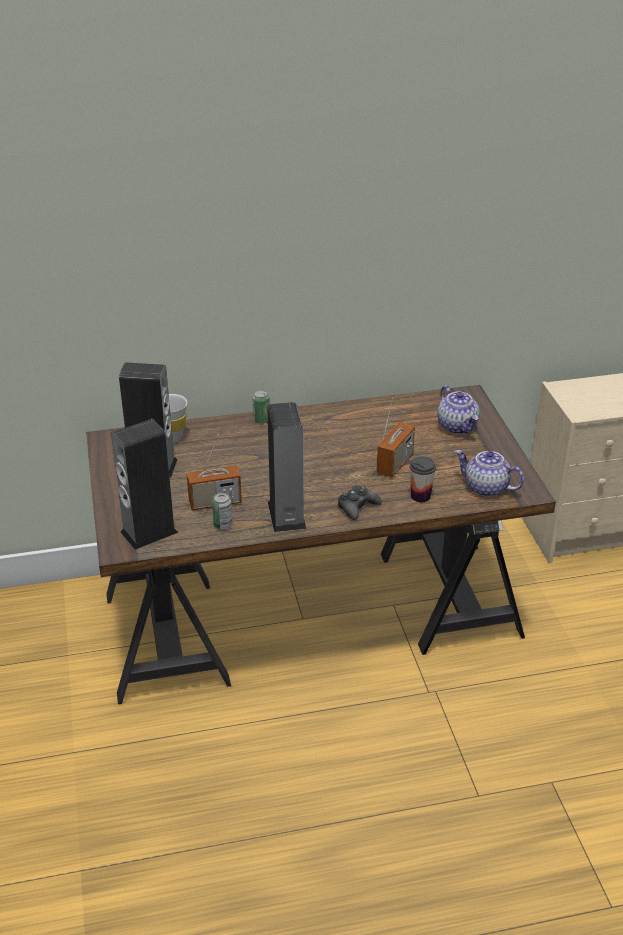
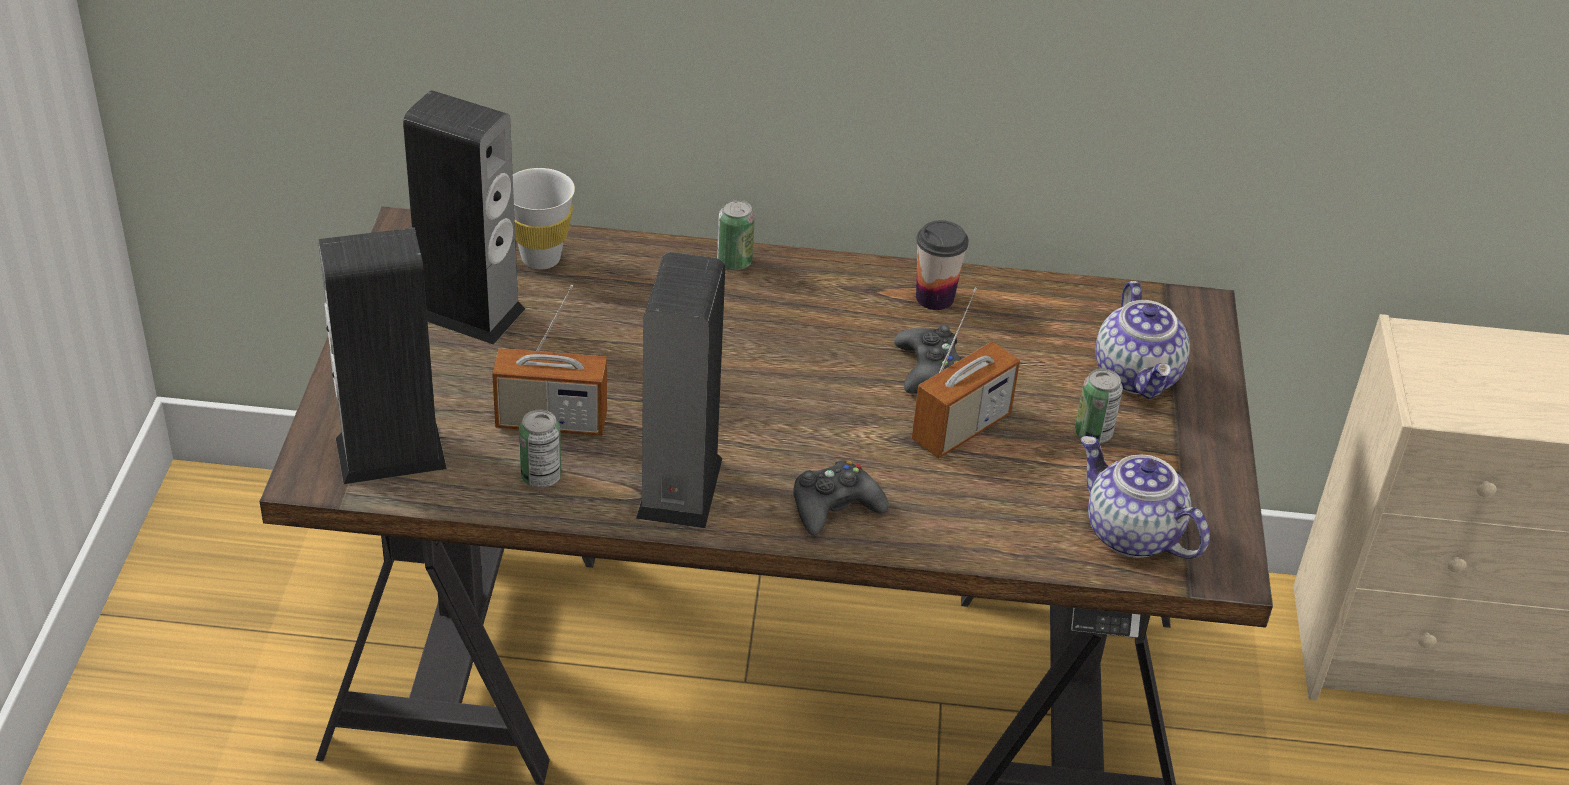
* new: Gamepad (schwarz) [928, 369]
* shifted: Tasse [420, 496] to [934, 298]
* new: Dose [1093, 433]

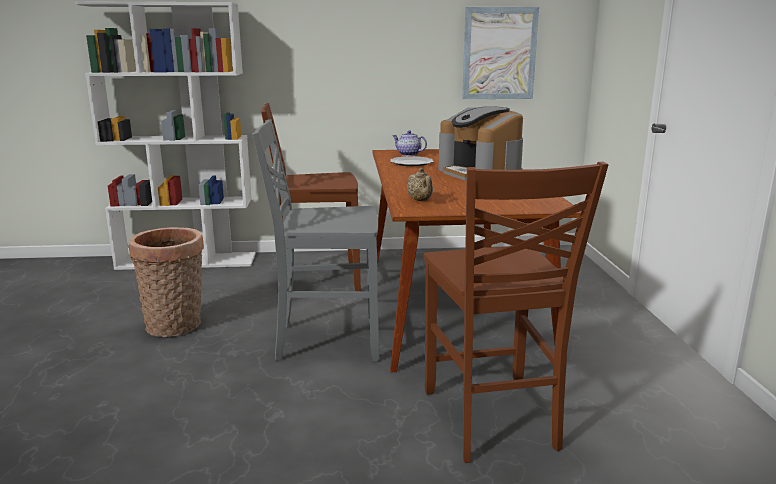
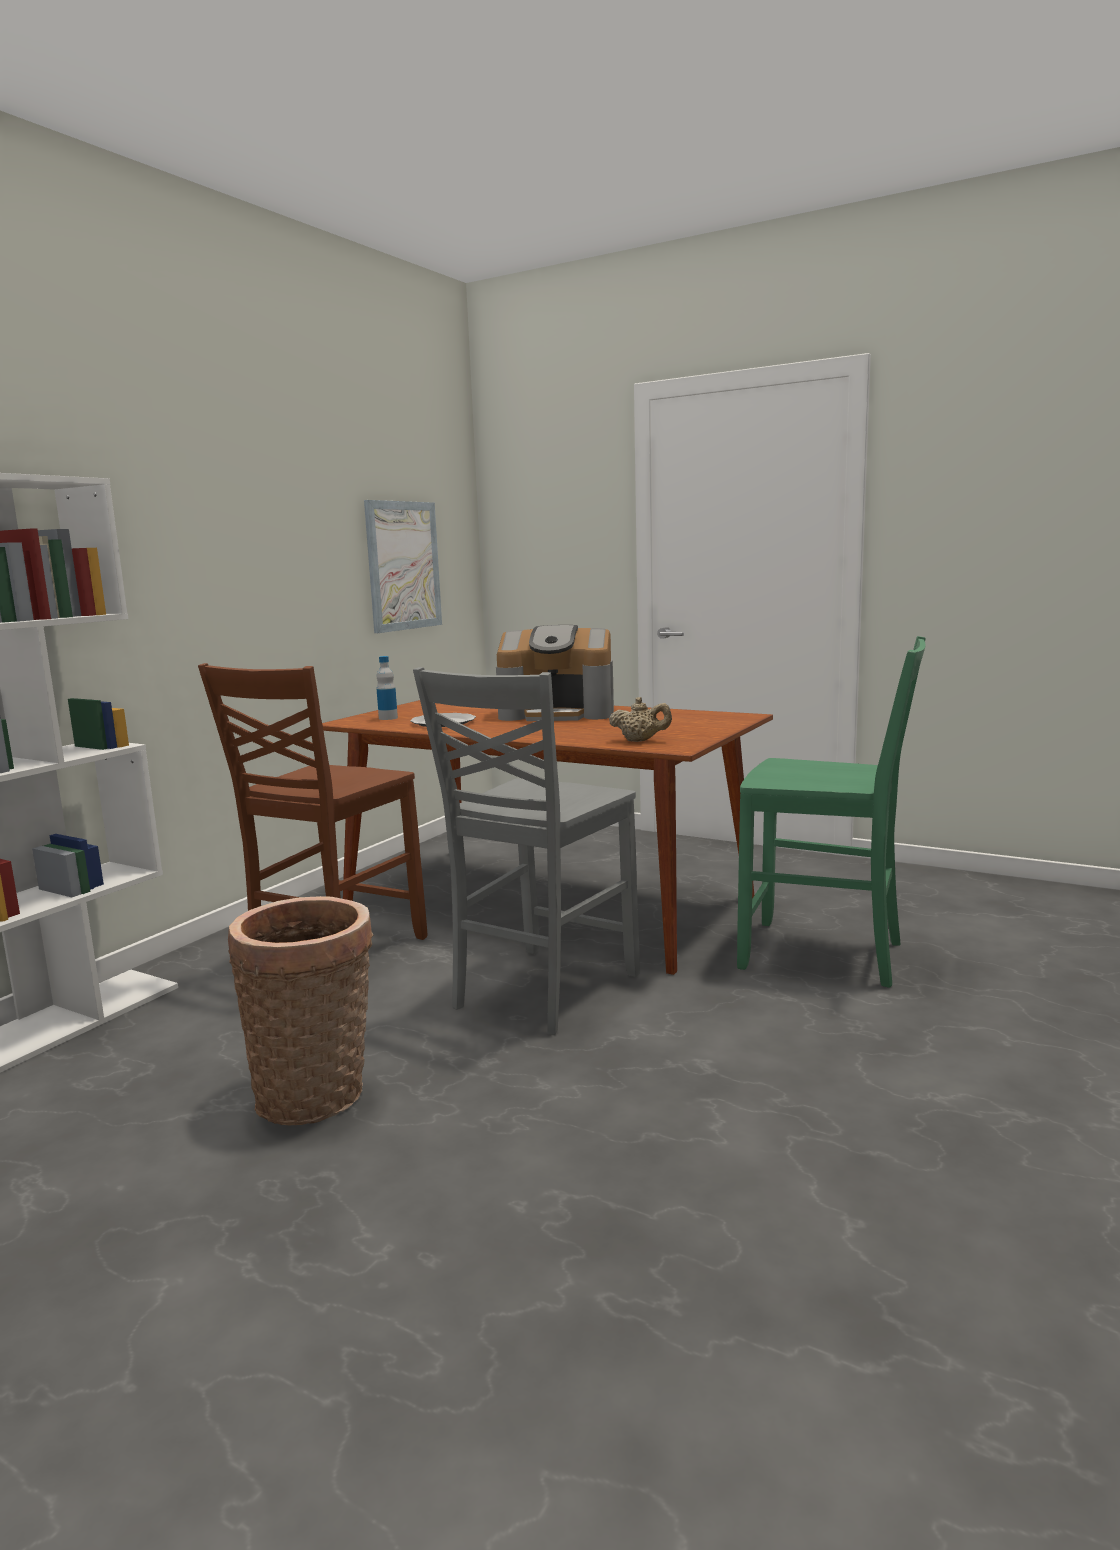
* swapped: Teekanne [408, 154] to Flasche [388, 718]
* repainted: Stuhl (braun) [491, 420] to Stuhl (grün) [824, 955]

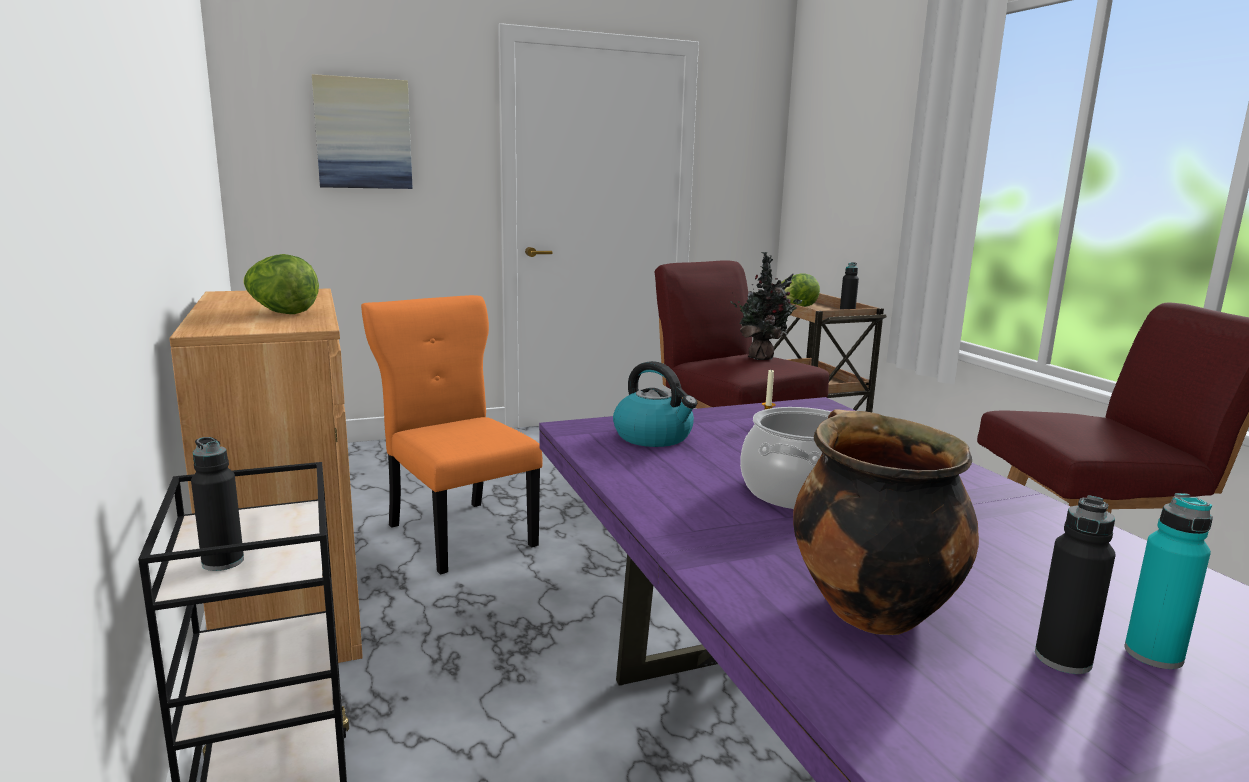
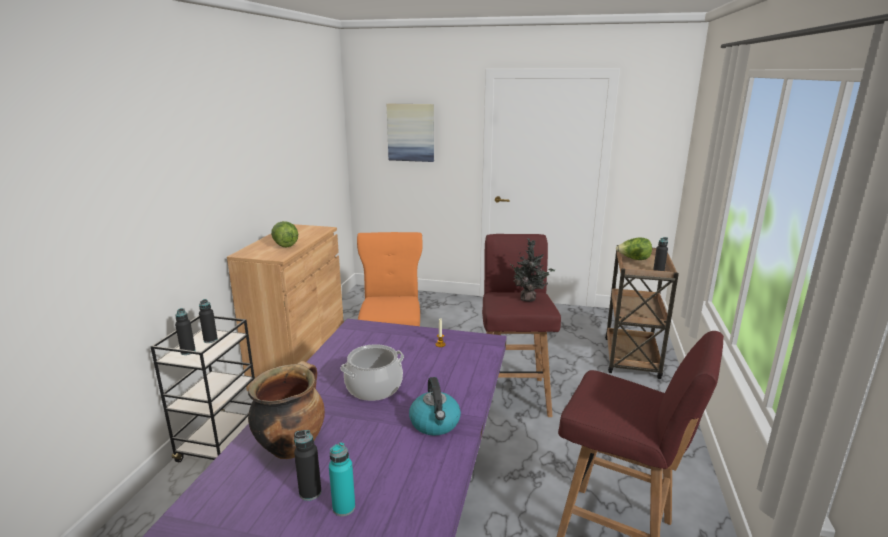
* new: Flasche (schwarz) [210, 340]
* shifted: Wasserkessel [654, 437] to [435, 423]

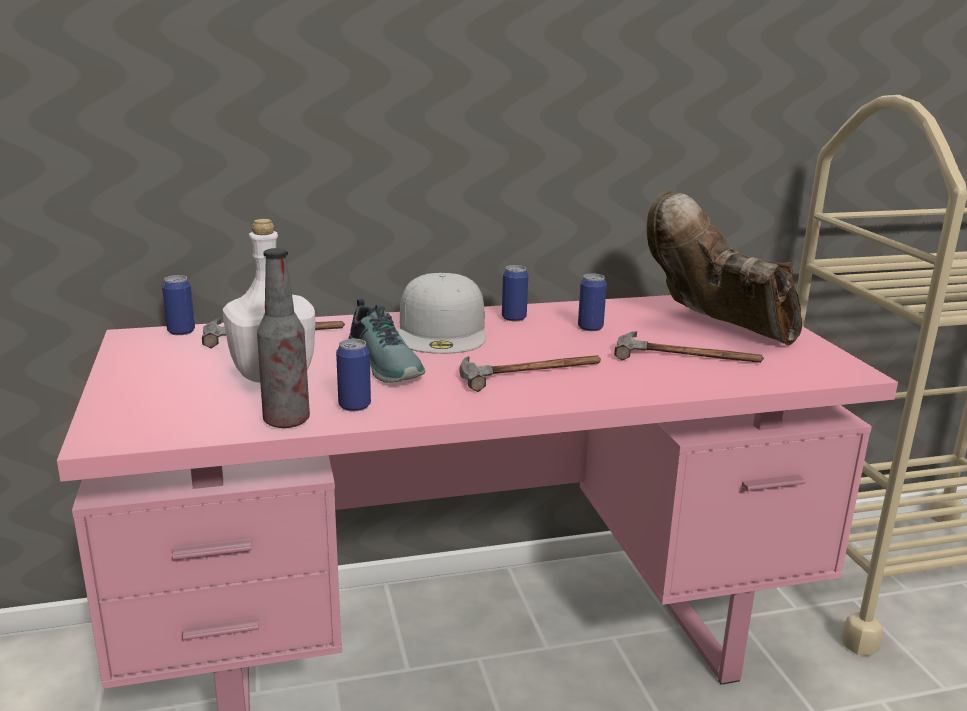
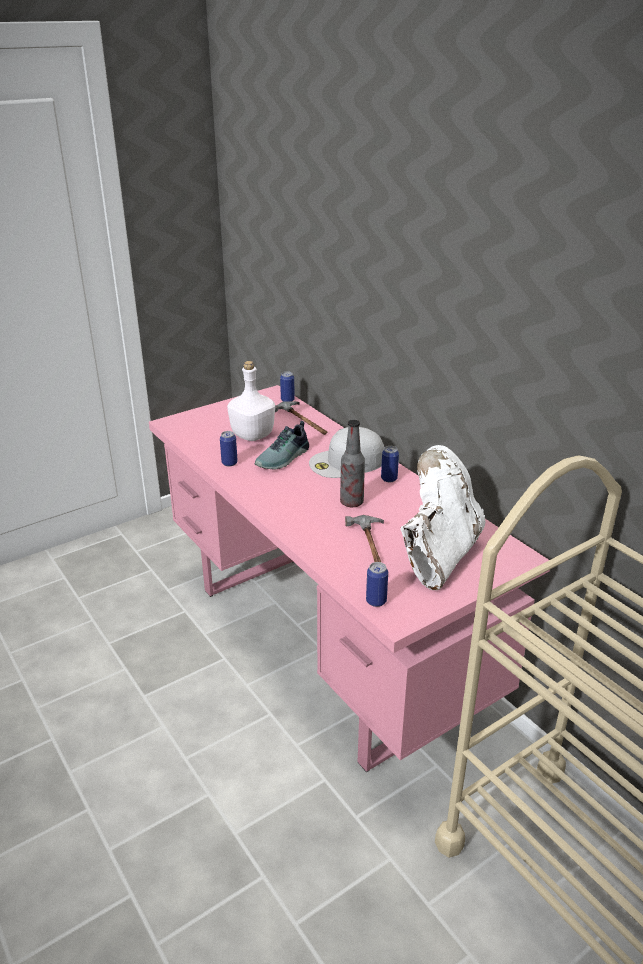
* shifted: Flasche [286, 421] to [351, 502]
* shifted: Dose [590, 328] to [376, 601]
* repainted: Stiefel (braun) [716, 329] to Stiefel (weiß) [438, 555]
* gone: Hammer [531, 372]

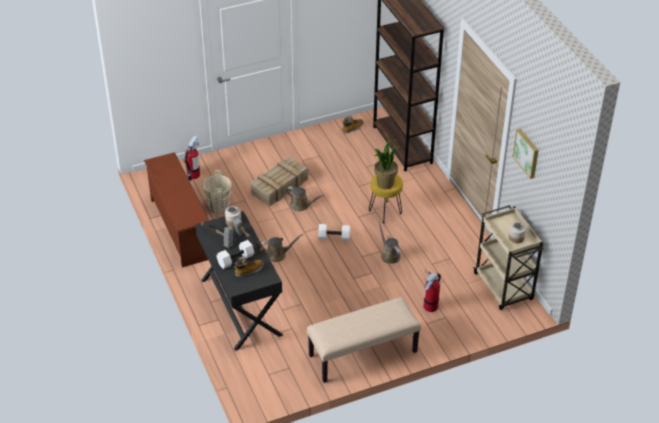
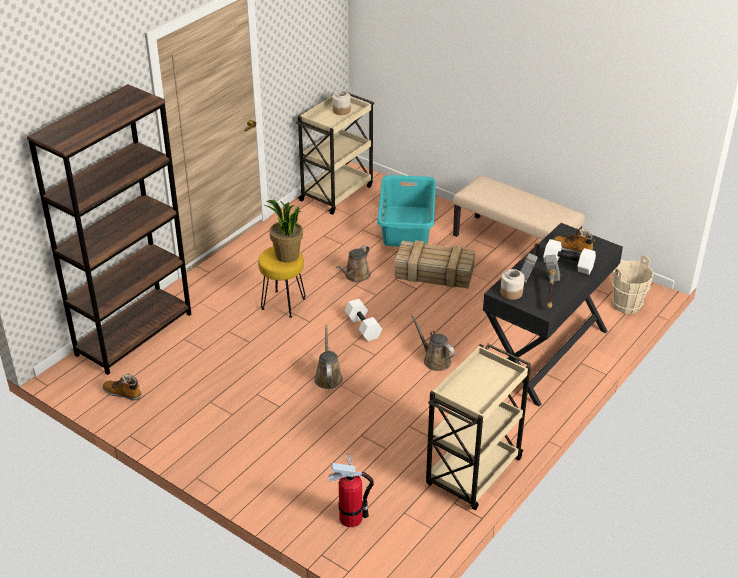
* swapped: Feuerlöscher [430, 306] to Wäschekorb (türkis) [407, 226]
* shifted: Kiste [280, 186] to [433, 272]
* swapped: Schuhregal (braun) [179, 229] to Rollwagen (beige) [473, 473]
* shifted: Eimer (beige) [218, 206] to [627, 305]
* gone: Bild [527, 153]

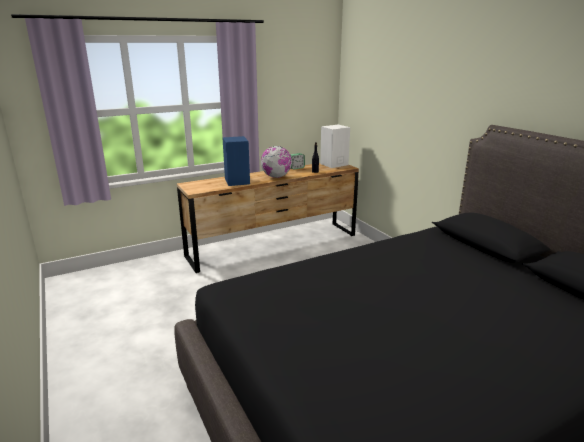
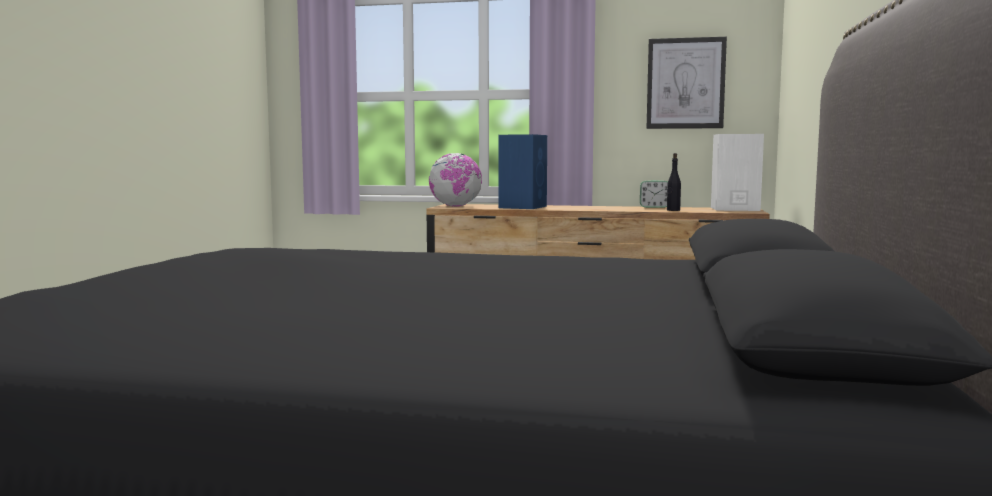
* shifted: Globus [276, 177] to [455, 206]
* new: Bild [685, 83]

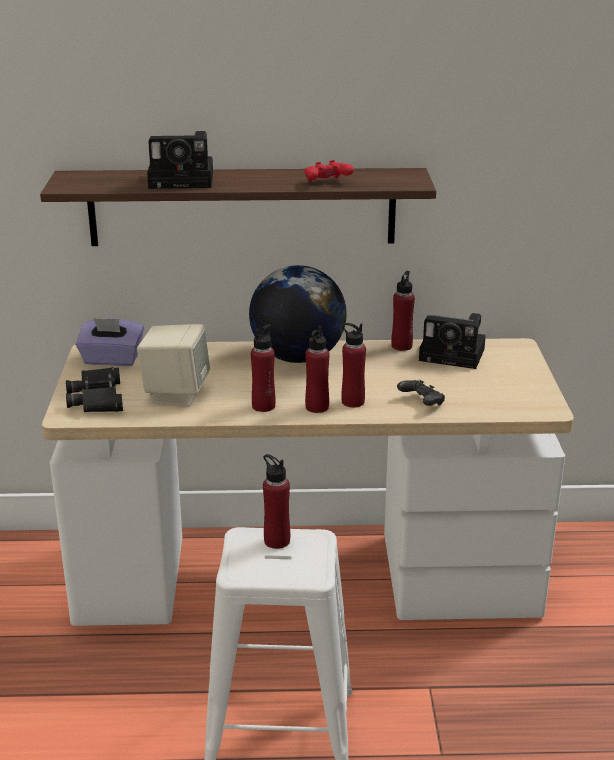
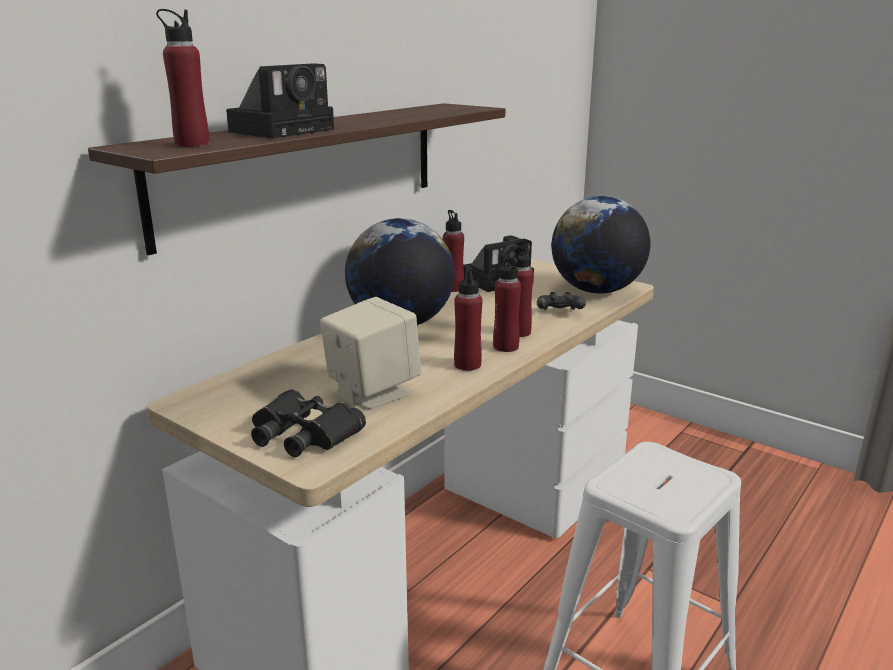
* shifted: Flasche (rot) [277, 540] to [192, 144]
* new: Globus [596, 291]
* gone: Taschentuchbox (lila) [111, 360]
* gone: Gamepad (rot) [327, 183]

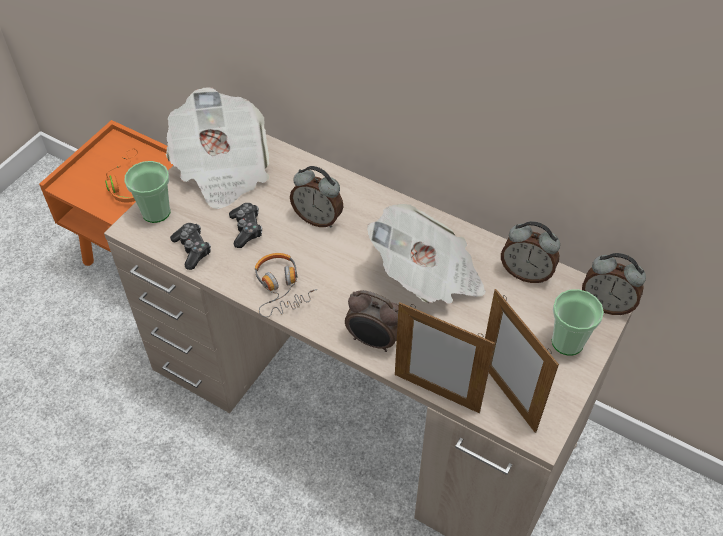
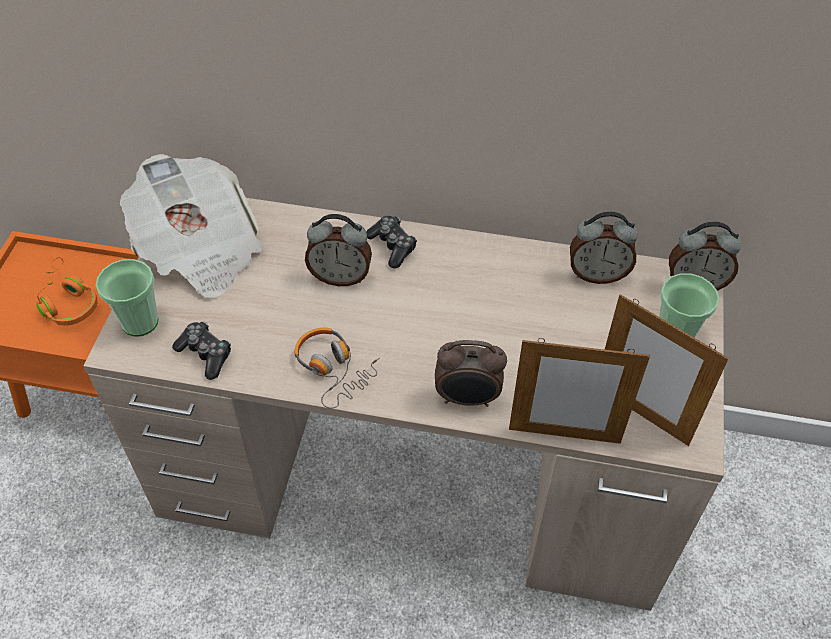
* shifted: Gamepad [246, 229] to [392, 246]
* gone: Zeitung [427, 276]

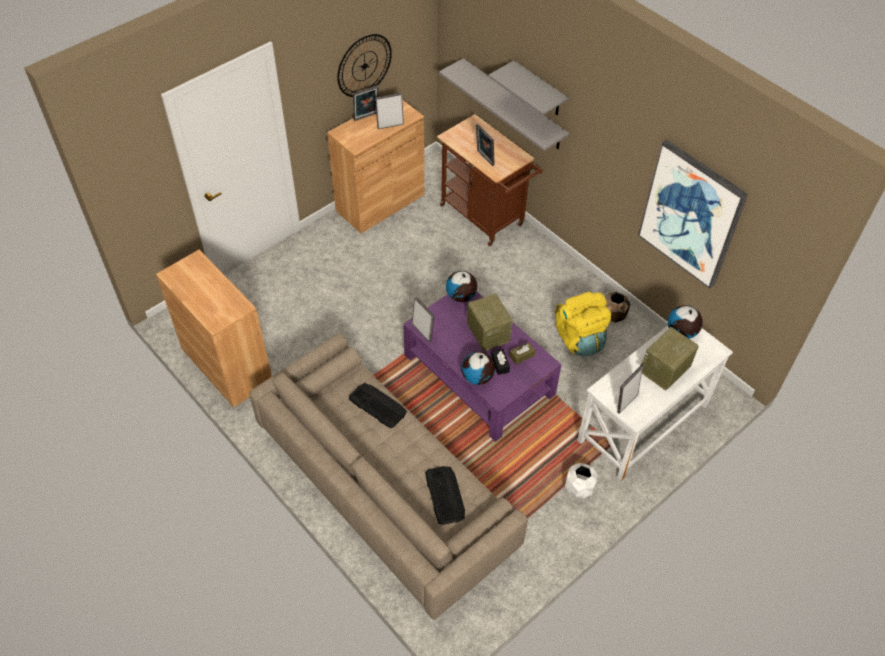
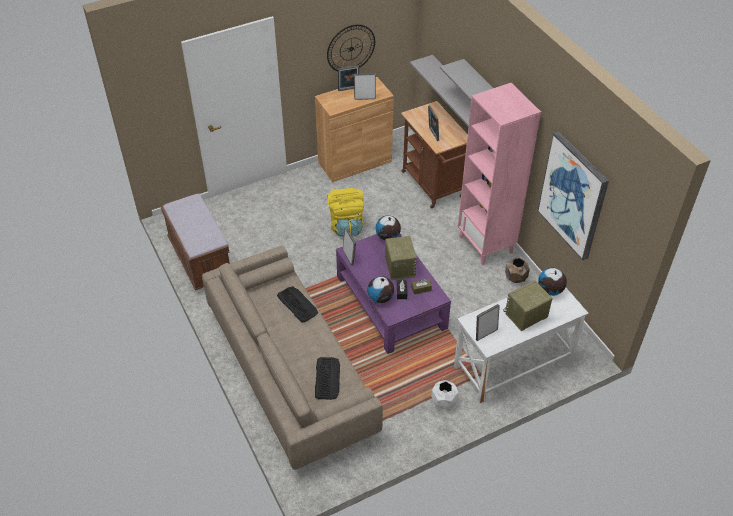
* swapped: Schrank (braun) [226, 365] to Bank (braun) [200, 259]
* shifted: Rucksack (gelb) [579, 338] to [346, 225]
* new: Bücherregal (rosa) [486, 245]

